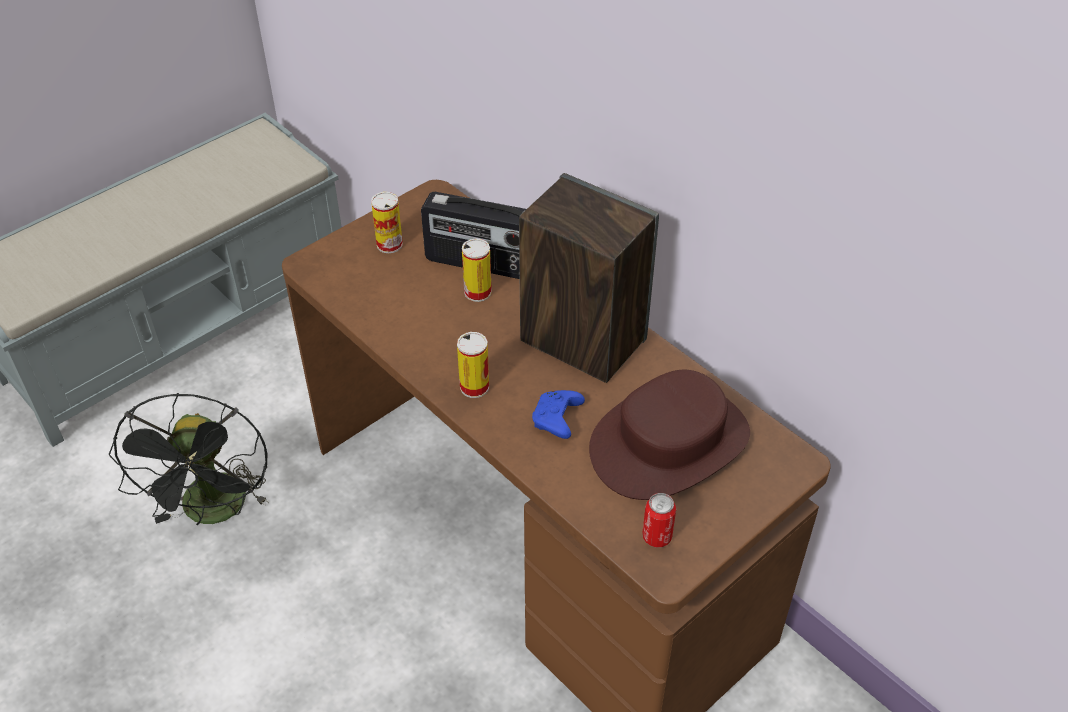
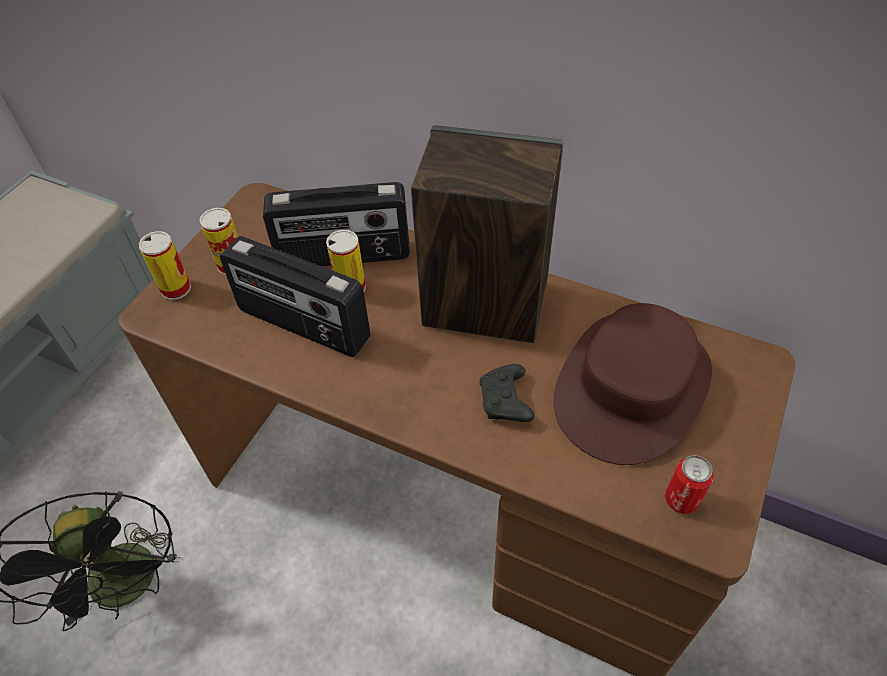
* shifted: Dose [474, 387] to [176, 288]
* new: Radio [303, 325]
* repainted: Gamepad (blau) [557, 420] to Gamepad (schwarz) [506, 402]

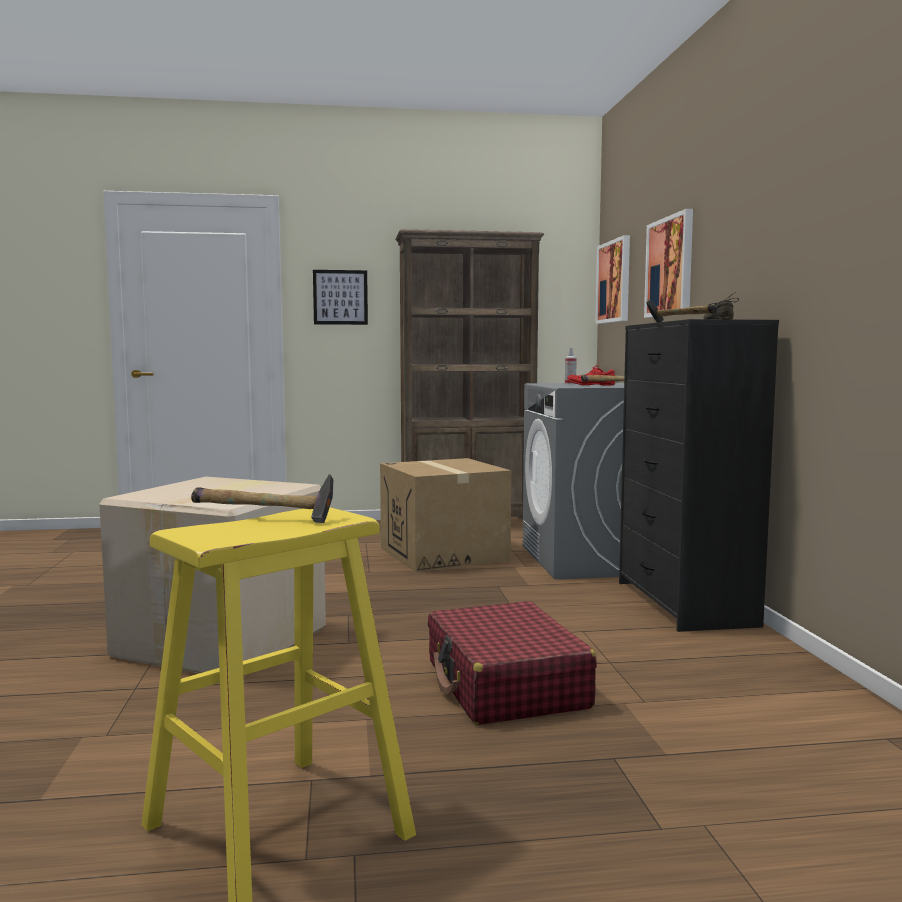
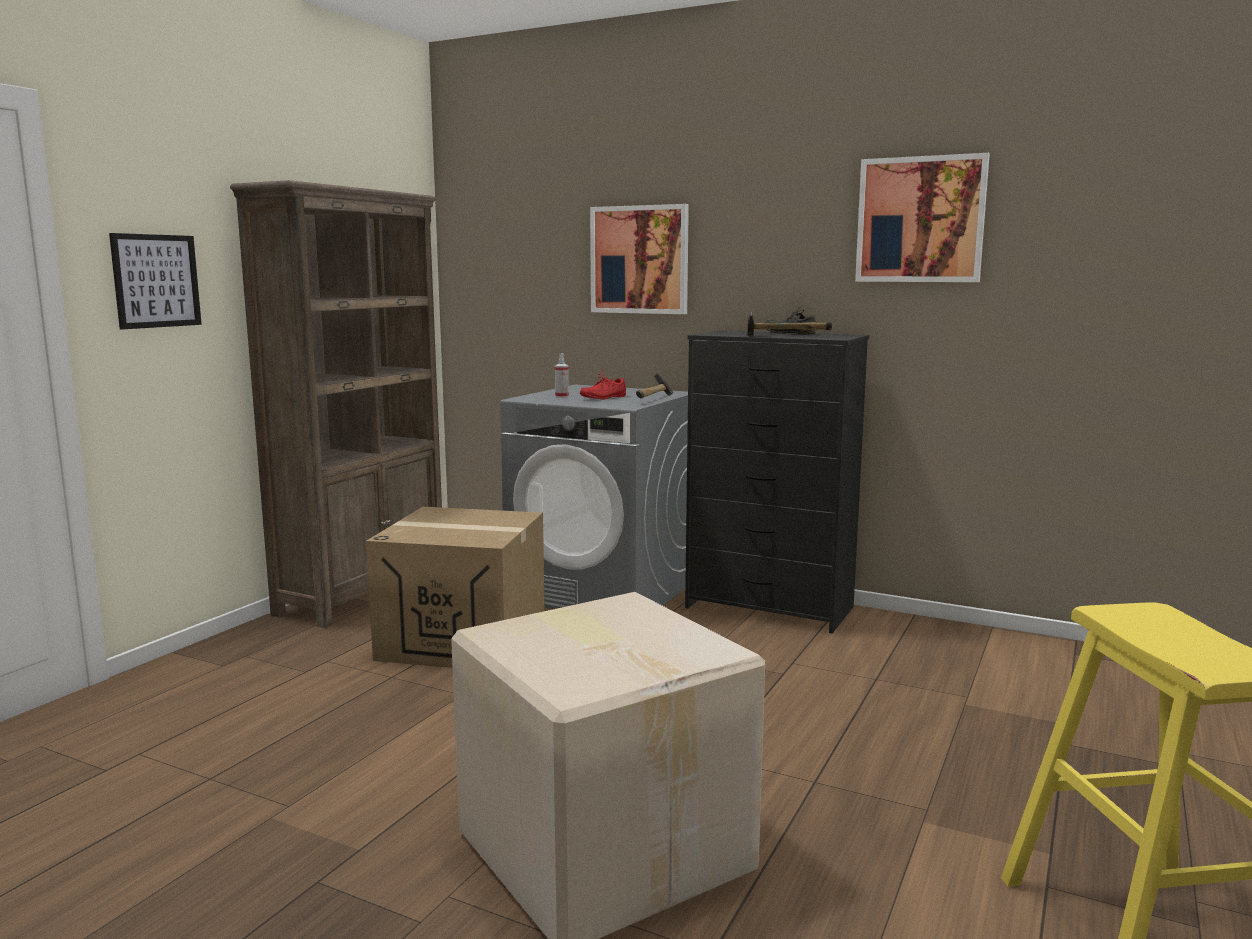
* shifted: Bild [614, 282] to [920, 220]
* gone: Hammer [265, 517]
* gone: Koffer (rot) [505, 685]

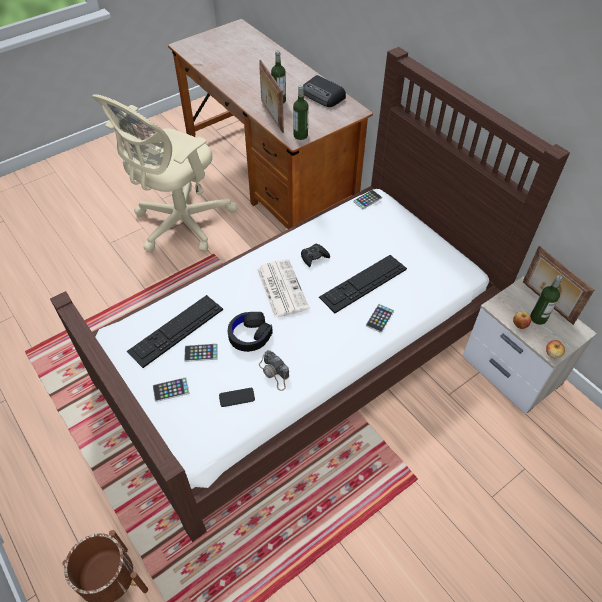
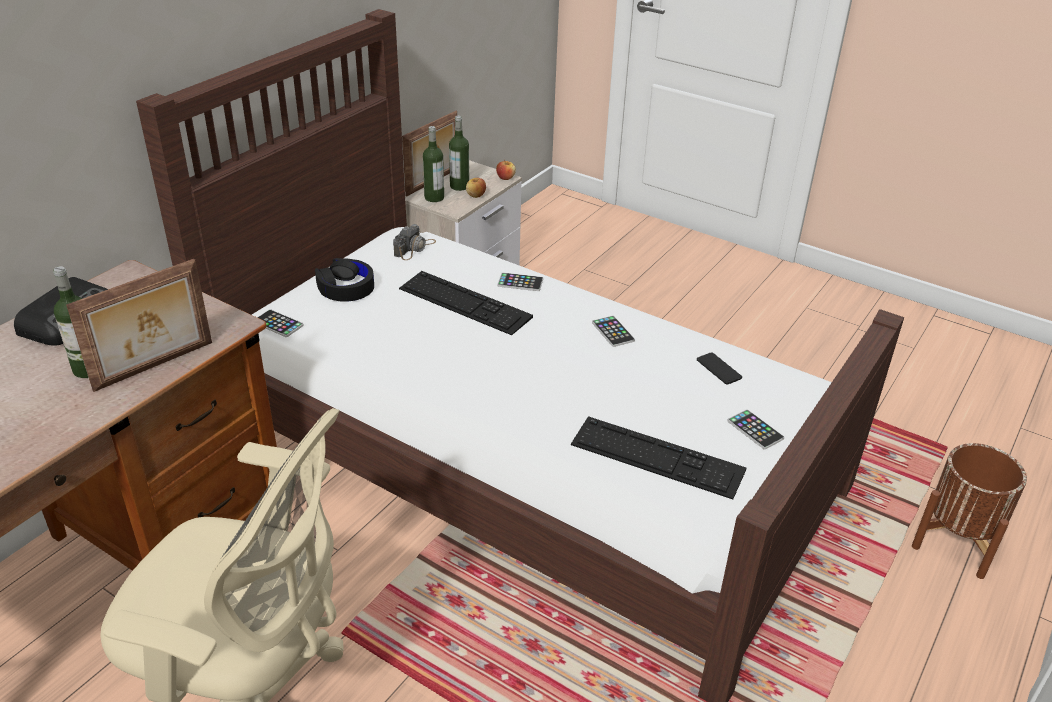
* shifted: Kopfhörer (schwarz) [250, 335] to [346, 287]
* shifted: Kamera [274, 373] to [415, 248]
* shifted: Flasche [300, 135] to [434, 197]
* shifted: Handy [201, 353] to [613, 332]
* gone: Zeitung [281, 288]
* gone: Gamepad (schwarz) [314, 257]

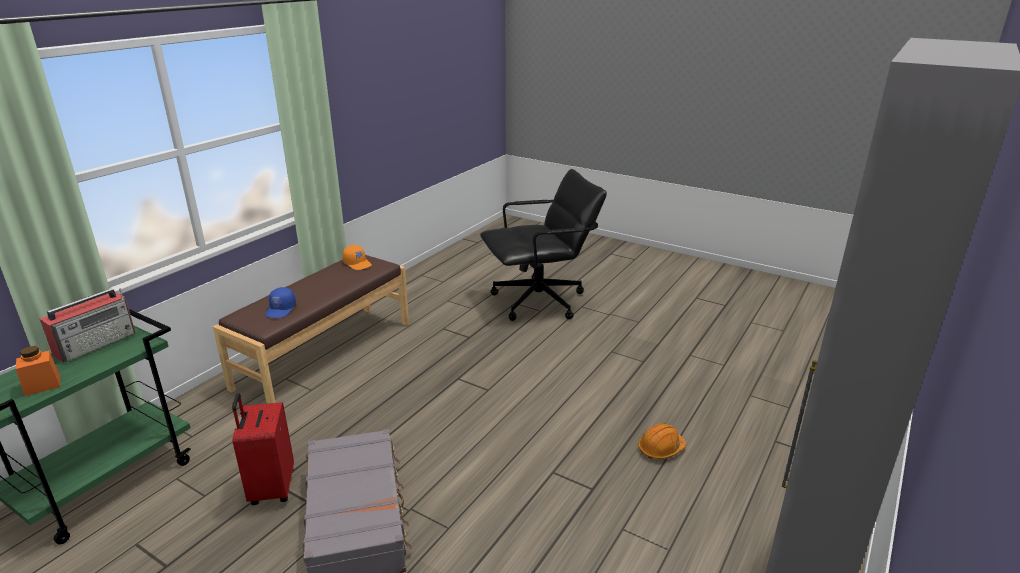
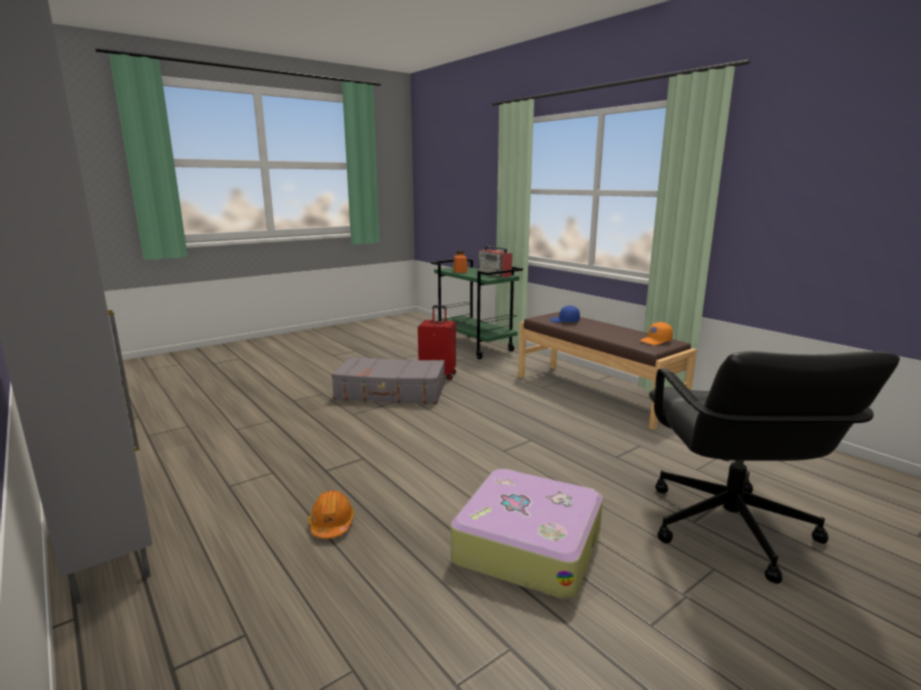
* new: Koffer [527, 545]

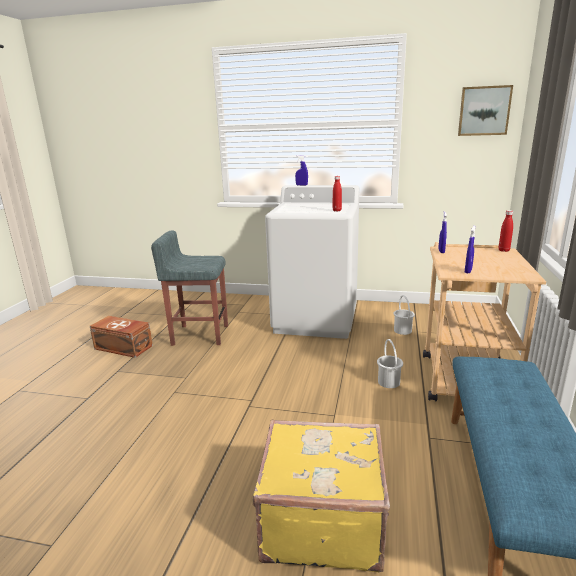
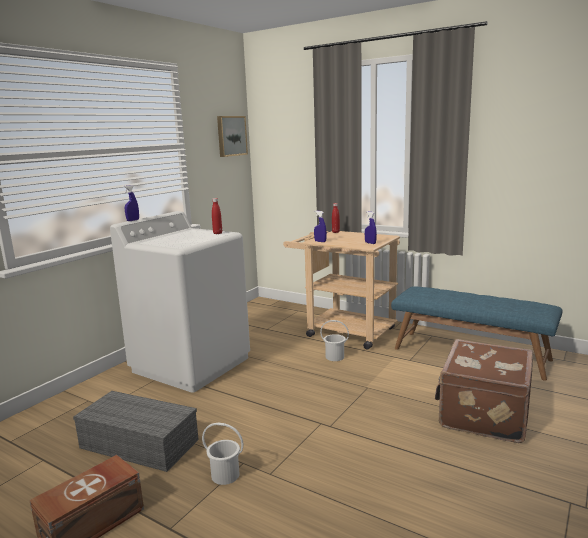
* swapped: Hocker (grau) [199, 335] to Aufbewahrungsbox (grau) [137, 444]
* shifted: Eimer (weiß) [403, 330] to [225, 475]
* repainted: Koffer (gelb) [321, 519] to Koffer (braun) [482, 414]

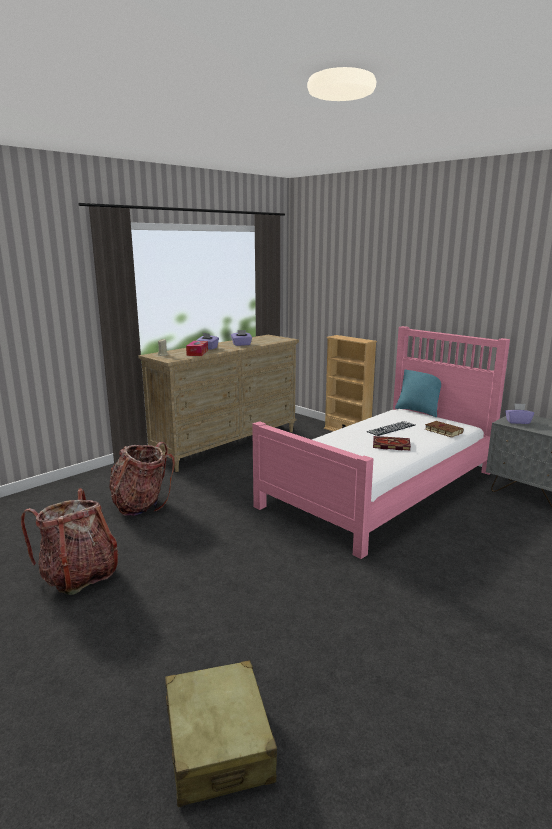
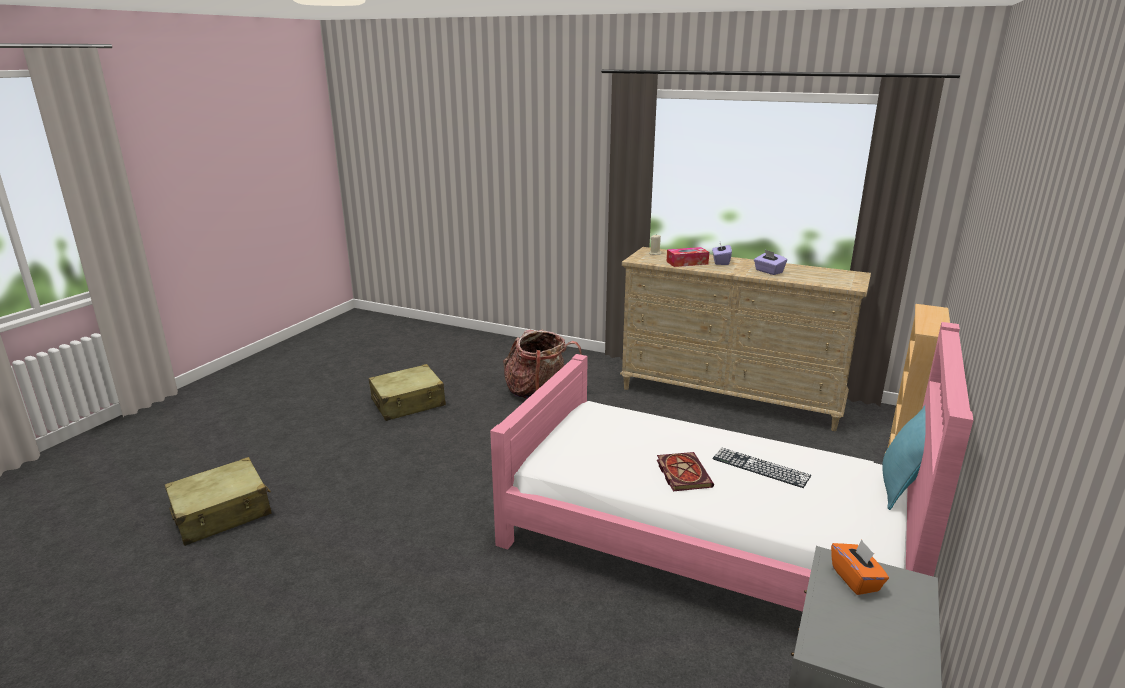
* swapped: Rucksack [79, 575] to Koffer (beige) [408, 403]
* repainted: Taschentuchbox (lila) [517, 422] to Taschentuchbox (orange) [856, 579]
* gone: Buch (braun) [442, 431]

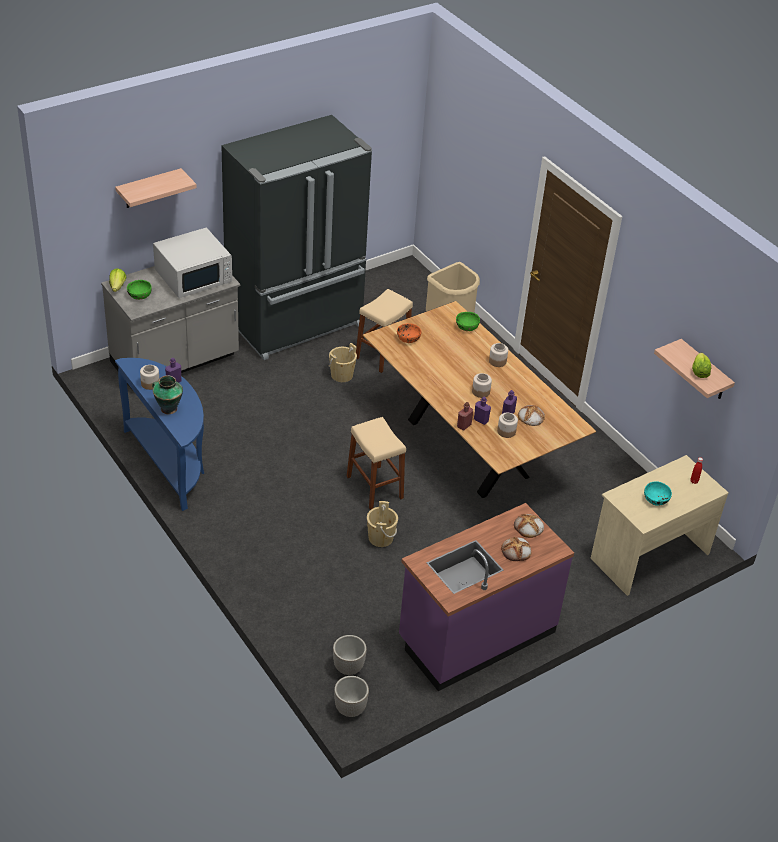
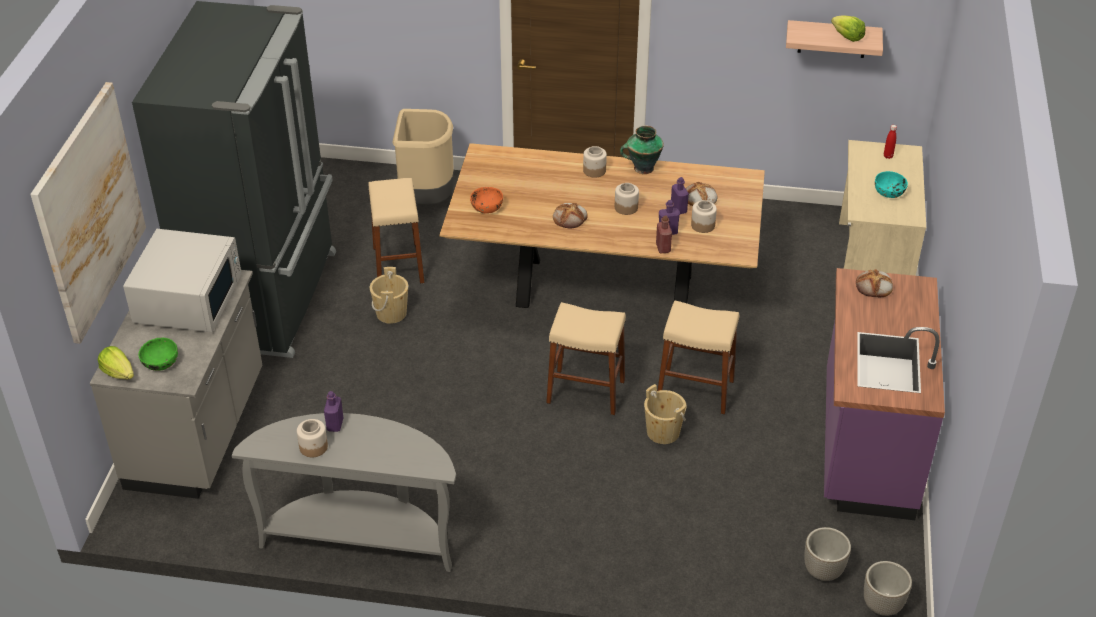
* swapped: Wandregal [149, 189] to Bild [89, 212]
* repainted: Konsolentisch (blau) [170, 463] to Konsolentisch (grau) [361, 537]
* shifted: Brot [516, 551] to [570, 218]
* shifted: Vase [168, 408] to [642, 168]
* new: Hocker (beige) [695, 390]
* gone: Schüssel (grün) [466, 327]

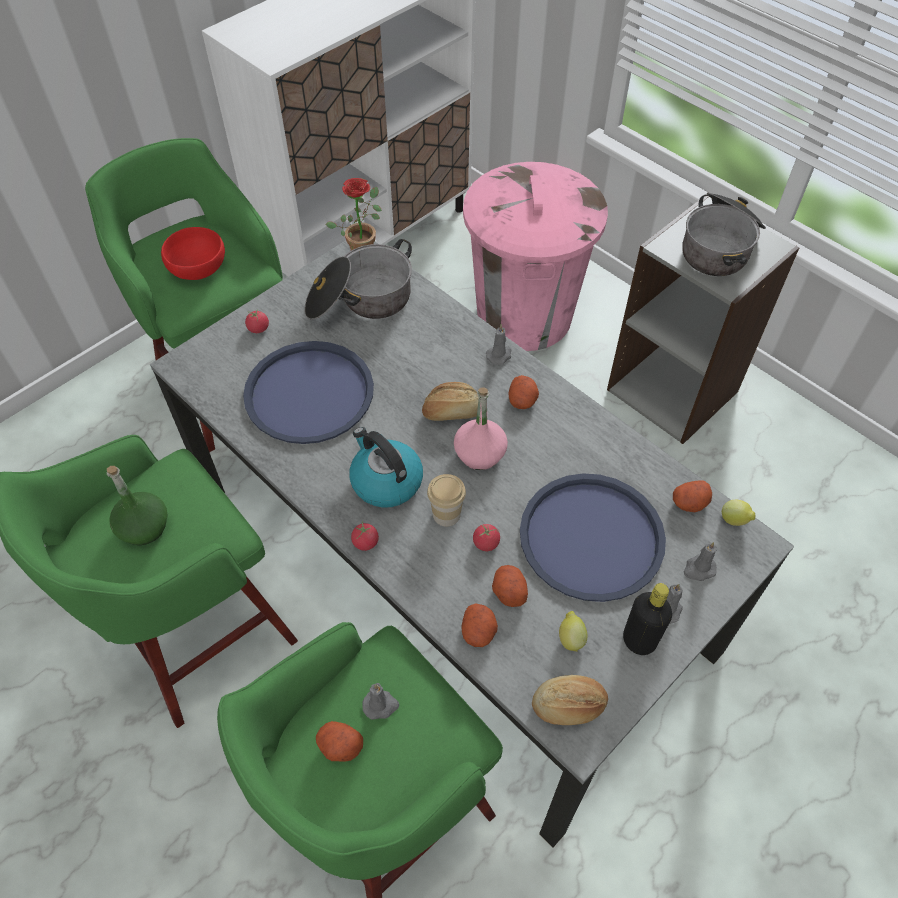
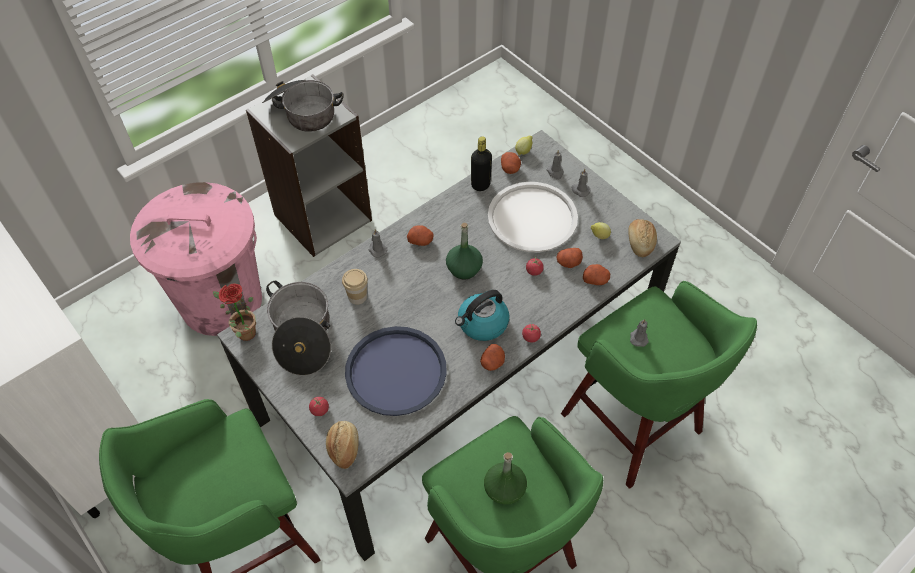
* shifted: Brot [452, 411] to [343, 447]
* shifted: Tasse [446, 514] to [357, 296]
* repainted: Flasche (rosa) [479, 453] to Flasche (grün) [464, 268]
* shifted: Flasche (schwarz) [639, 640] to [480, 185]
* shifted: Kartoffel [339, 746] to [492, 362]
* repainted: Tablett (blau) [591, 537] to Tablett (weiß) [532, 218]
* gone: Schüssel (rot) [199, 267]

